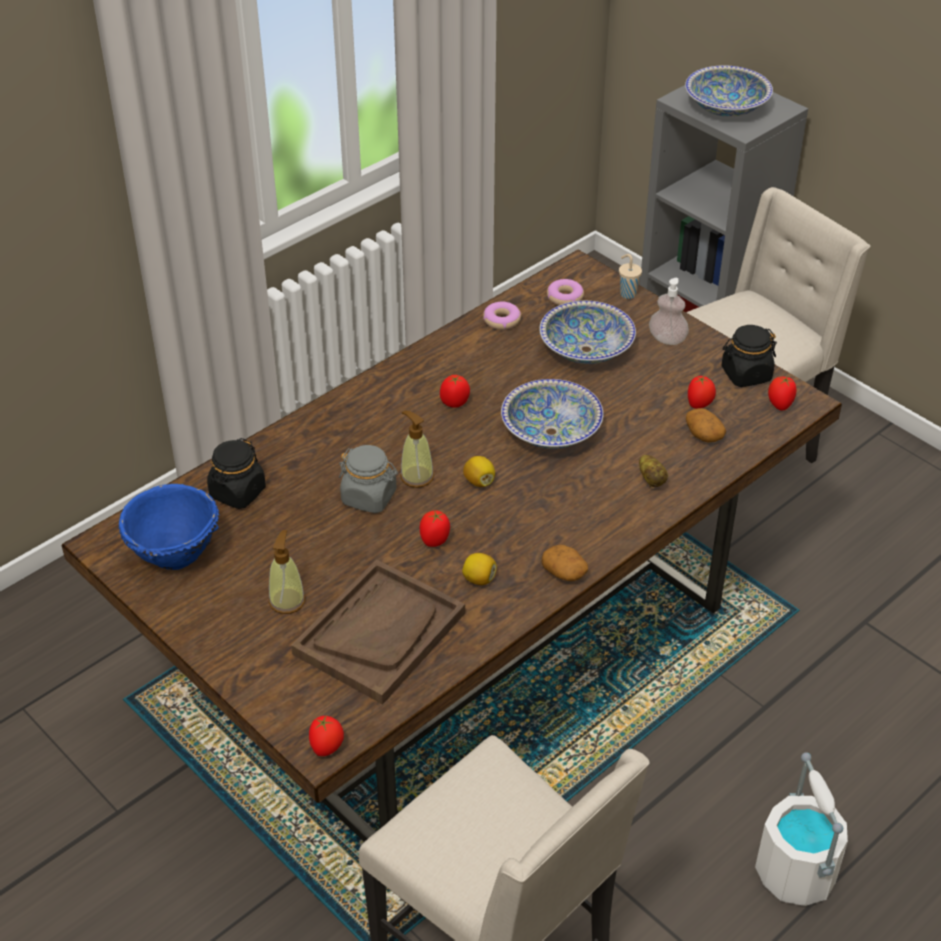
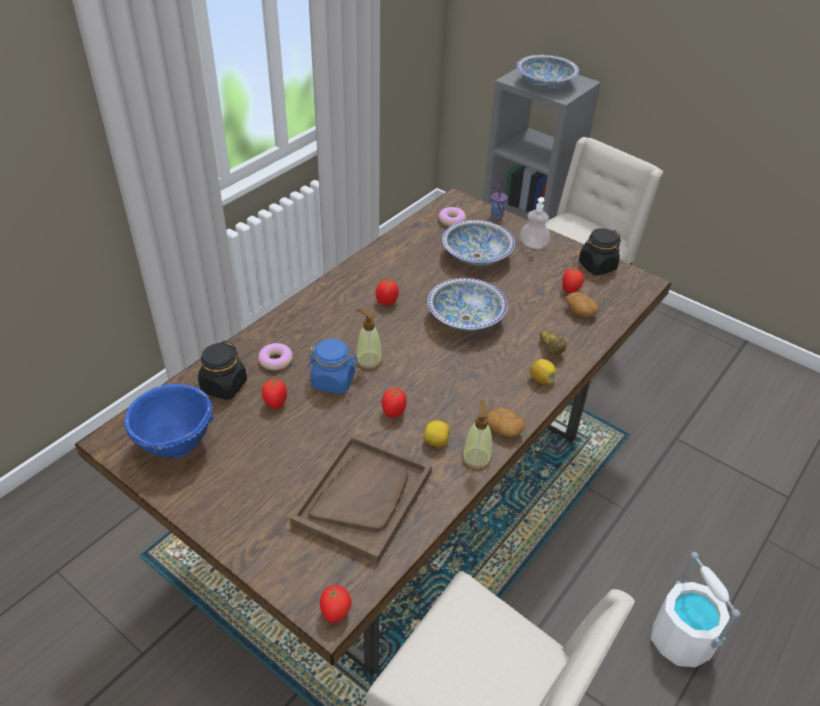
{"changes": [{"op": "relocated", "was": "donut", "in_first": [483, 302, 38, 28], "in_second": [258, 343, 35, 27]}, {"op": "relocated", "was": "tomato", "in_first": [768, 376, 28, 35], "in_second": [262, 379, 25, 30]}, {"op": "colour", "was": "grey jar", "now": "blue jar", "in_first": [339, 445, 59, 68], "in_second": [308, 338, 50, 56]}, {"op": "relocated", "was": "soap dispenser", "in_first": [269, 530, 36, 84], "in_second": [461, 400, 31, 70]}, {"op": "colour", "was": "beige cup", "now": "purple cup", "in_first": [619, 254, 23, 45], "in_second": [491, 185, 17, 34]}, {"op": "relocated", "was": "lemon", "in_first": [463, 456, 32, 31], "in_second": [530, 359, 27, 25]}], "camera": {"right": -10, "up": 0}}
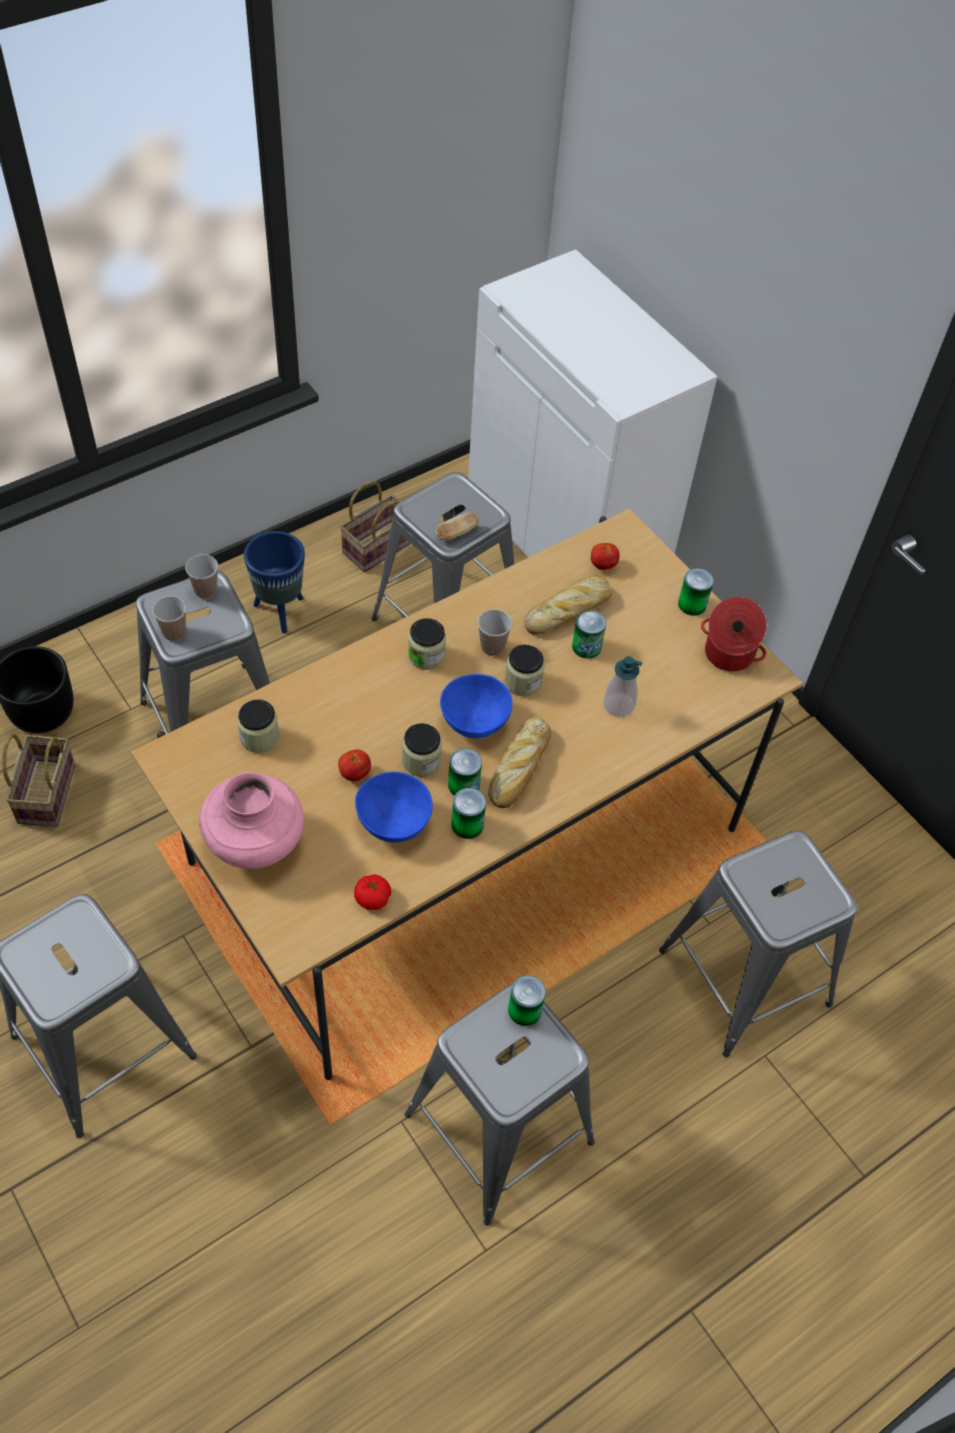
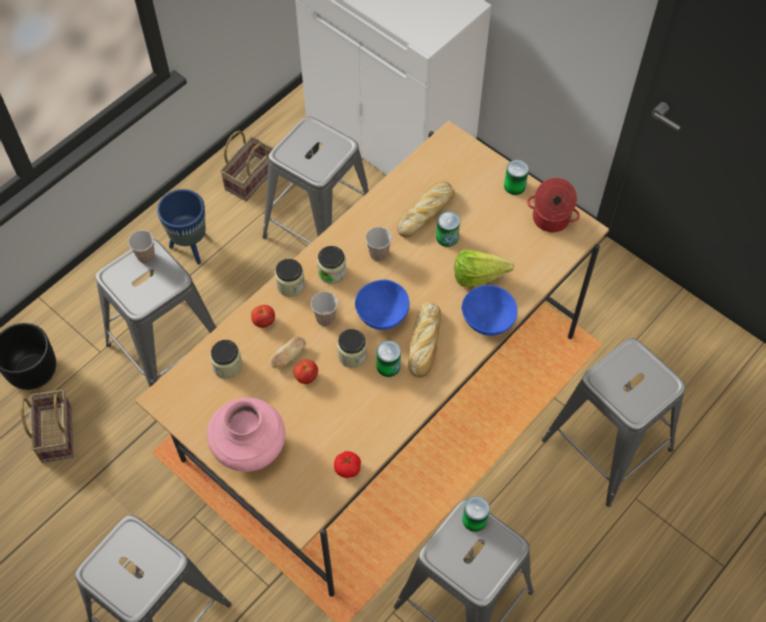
{"changes": [{"op": "relocated", "was": "tomato", "in_first": [591, 543, 29, 27], "in_second": [251, 305, 24, 23]}, {"op": "relocated", "was": "bread", "in_first": [435, 512, 45, 28], "in_second": [270, 336, 36, 33]}, {"op": "relocated", "was": "jar", "in_first": [505, 644, 40, 52], "in_second": [275, 259, 30, 38]}, {"op": "relocated", "was": "cup", "in_first": [152, 596, 34, 45], "in_second": [311, 291, 27, 35]}, {"op": "exchanged", "was": "soap dispenser", "now": "lettuce", "in_first": [604, 656, 38, 61], "in_second": [455, 250, 59, 37]}, {"op": "relocated", "was": "blue bowl", "in_first": [355, 772, 78, 70], "in_second": [462, 285, 56, 51]}, {"op": "missing", "was": "can", "in_first": [452, 788, 34, 51]}], "camera": {"right": -10, "up": 5}}
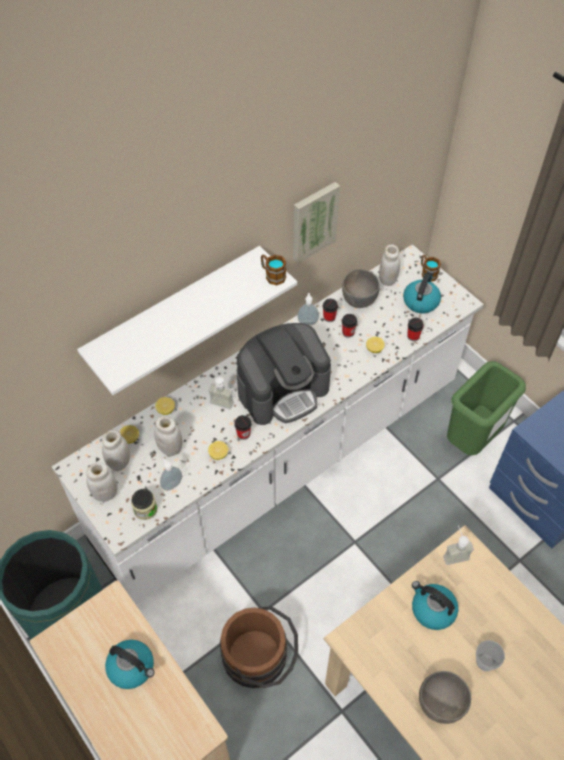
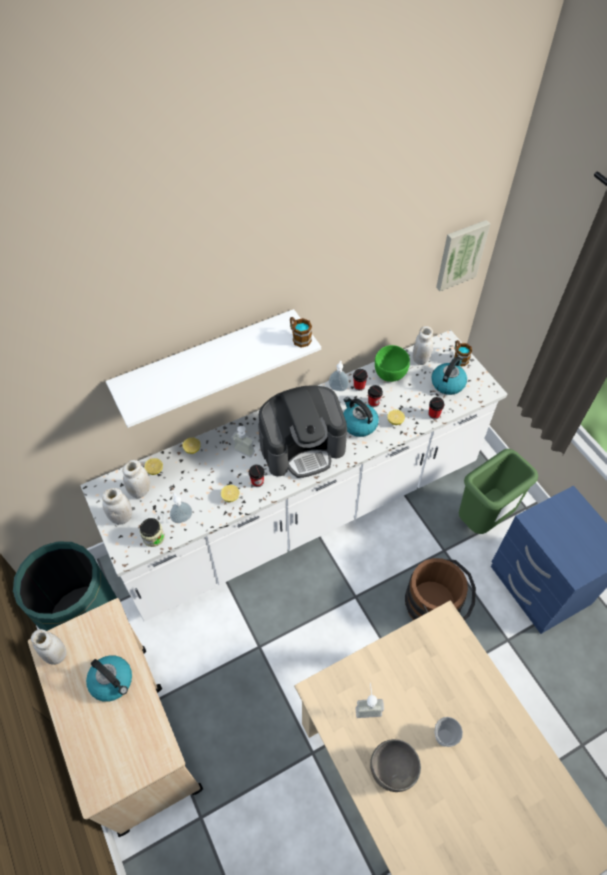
{"changes": [{"op": "relocated", "was": "white jar", "in_first": [154, 416, 29, 40], "in_second": [31, 629, 36, 36]}, {"op": "relocated", "was": "kettle", "in_first": [412, 581, 46, 49], "in_second": [343, 397, 36, 40]}, {"op": "relocated", "was": "soap dispenser", "in_first": [443, 526, 31, 39], "in_second": [356, 683, 28, 35]}, {"op": "colour", "was": "grey bowl", "now": "green bowl", "in_first": [342, 269, 38, 39], "in_second": [375, 345, 35, 37]}, {"op": "relocated", "was": "brown bucket", "in_first": [220, 606, 78, 82], "in_second": [405, 558, 71, 63]}, {"op": "relocated", "was": "picture", "in_first": [293, 182, 47, 82], "in_second": [436, 220, 54, 71]}], "camera": {"right": 10, "up": 0}}
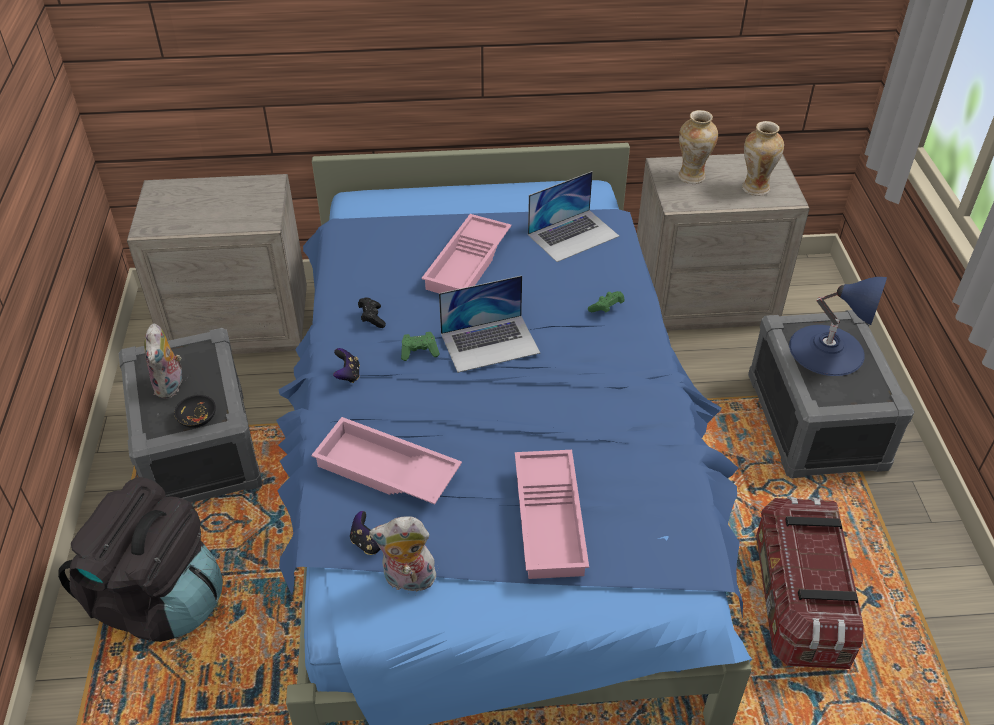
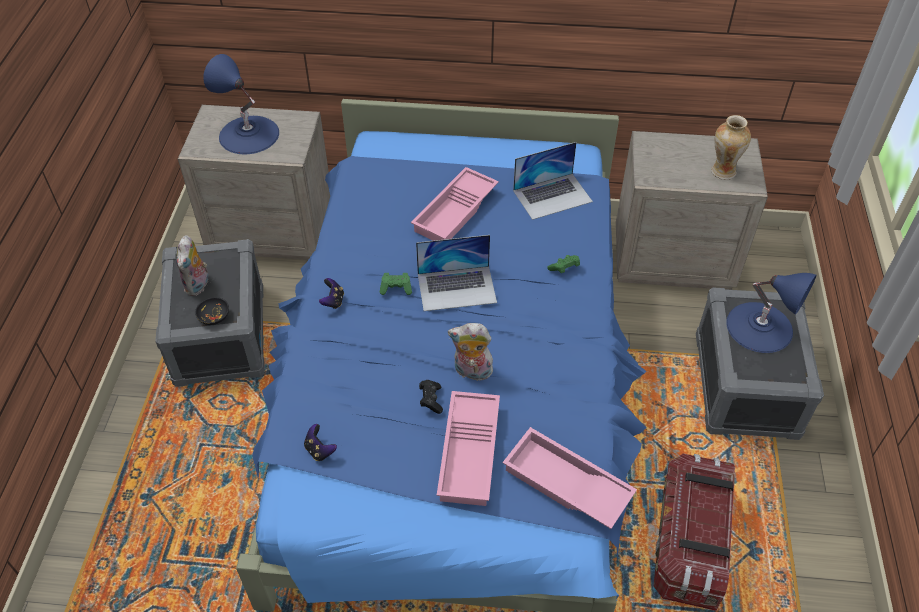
{"changes": [{"op": "appeared", "now": "blue table lamp", "in_second": [203, 54, 76, 100]}, {"op": "relocated", "was": "black game controller", "in_first": [358, 297, 28, 31], "in_second": [419, 380, 24, 34]}, {"op": "relocated", "was": "plush toy", "in_first": [369, 516, 71, 76], "in_second": [448, 323, 45, 58]}, {"op": "relocated", "was": "pink tray", "in_first": [311, 417, 151, 87], "in_second": [503, 427, 134, 102]}, {"op": "missing", "was": "black backpack", "in_first": [58, 477, 165, 165]}, {"op": "missing", "was": "vase", "in_first": [678, 110, 40, 74]}], "camera": {"right": 10, "up": 5}}
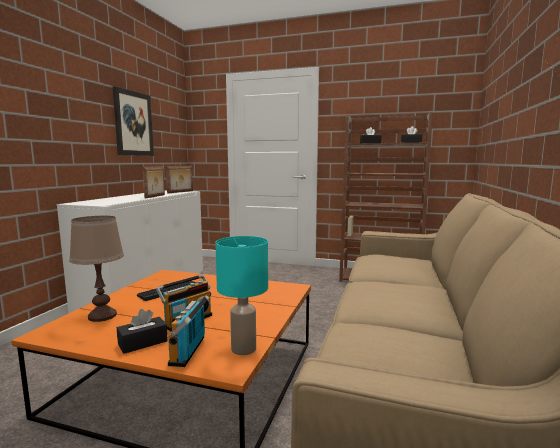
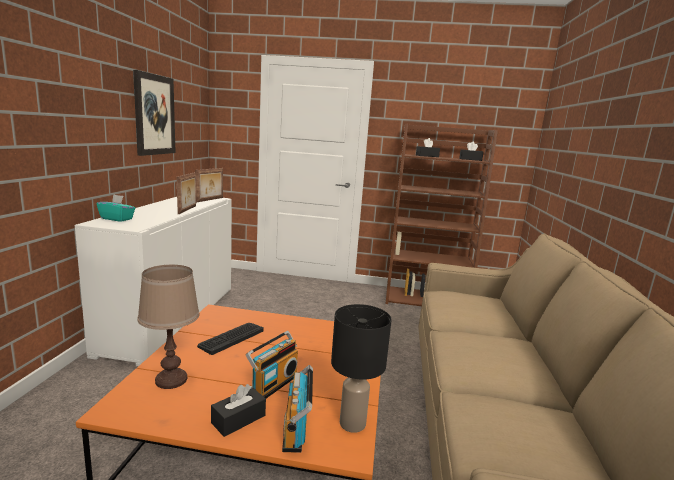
{"changes": [{"op": "appeared", "now": "turquoise tissue box", "in_second": [97, 194, 38, 28]}, {"op": "colour", "was": "turquoise table lamp", "now": "black table lamp", "in_first": [215, 236, 53, 119], "in_second": [331, 304, 61, 129]}], "camera": {"right": -10, "up": 5}}
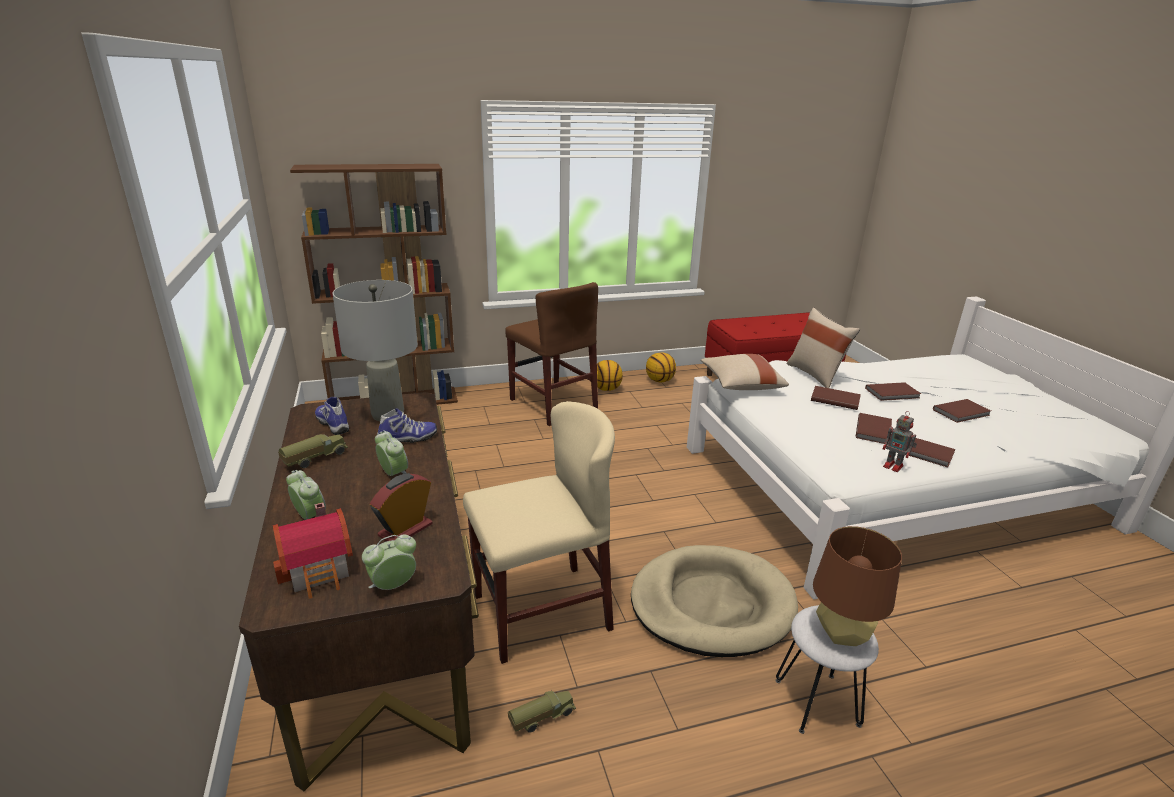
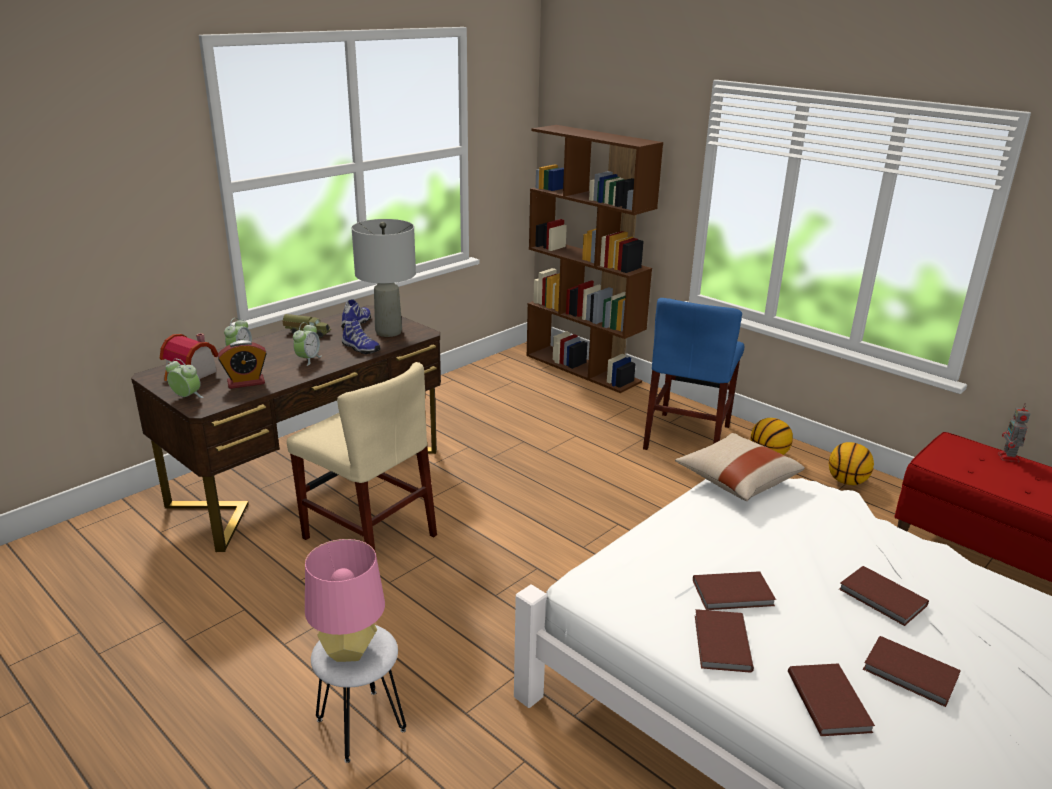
{"changes": [{"op": "spun", "was": "alarm clock", "in_first": [370, 473, 62, 69], "in_second": [218, 340, 49, 49], "clockwise": 150}, {"op": "colour", "was": "brown table lamp", "now": "pink table lamp", "in_first": [813, 526, 89, 120], "in_second": [305, 539, 80, 123]}, {"op": "colour", "was": "brown chair", "now": "blue chair", "in_first": [505, 282, 93, 144], "in_second": [643, 298, 101, 152]}, {"op": "relocated", "was": "brown book", "in_first": [811, 386, 50, 24], "in_second": [788, 663, 87, 73]}, {"op": "relocated", "was": "toy robot", "in_first": [883, 411, 34, 61], "in_second": [998, 403, 32, 59]}, {"op": "missing", "was": "toy truck", "in_first": [508, 690, 68, 43]}, {"op": "missing", "was": "beige dog bed", "in_first": [631, 545, 167, 112]}, {"op": "missing", "was": "beige pillow", "in_first": [787, 307, 73, 81]}], "camera": {"right": 60, "up": 0}}
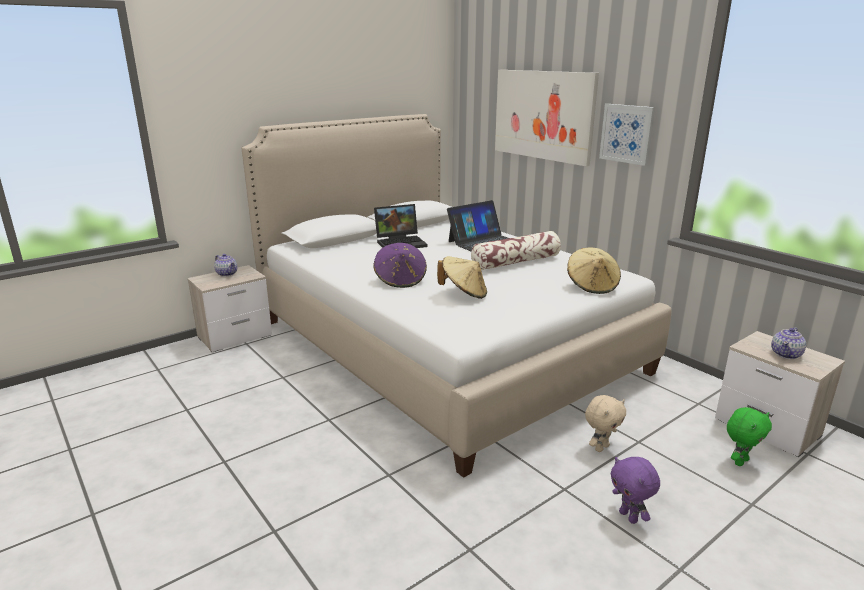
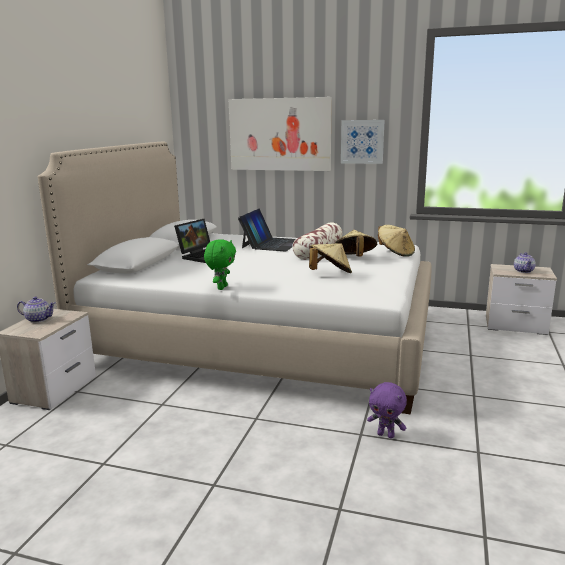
{"changes": [{"op": "relocated", "was": "green plush toy", "in_first": [727, 407, 45, 59], "in_second": [204, 239, 32, 51]}, {"op": "appeared", "now": "beige hat", "in_second": [334, 230, 43, 26]}, {"op": "relocated", "was": "purple plush toy", "in_first": [610, 457, 50, 67], "in_second": [367, 382, 40, 57]}, {"op": "missing", "was": "purple hat", "in_first": [373, 243, 54, 45]}, {"op": "missing", "was": "beige plush toy", "in_first": [585, 395, 41, 57]}], "camera": {"right": -35, "up": -5}}
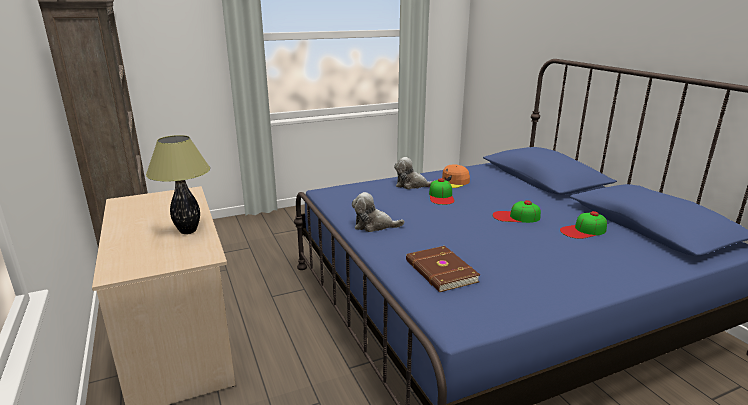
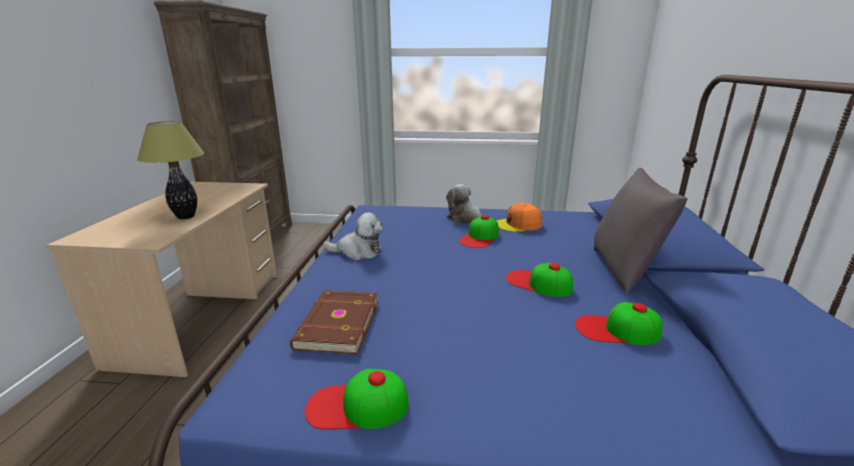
{"changes": [{"op": "appeared", "now": "cap", "in_second": [305, 369, 104, 61]}, {"op": "spun", "was": "plush toy", "in_first": [352, 192, 52, 40], "in_second": [323, 212, 60, 48], "clockwise": 150}, {"op": "appeared", "now": "grey pillow", "in_second": [594, 168, 94, 126]}], "camera": {"right": 30, "up": 0}}
